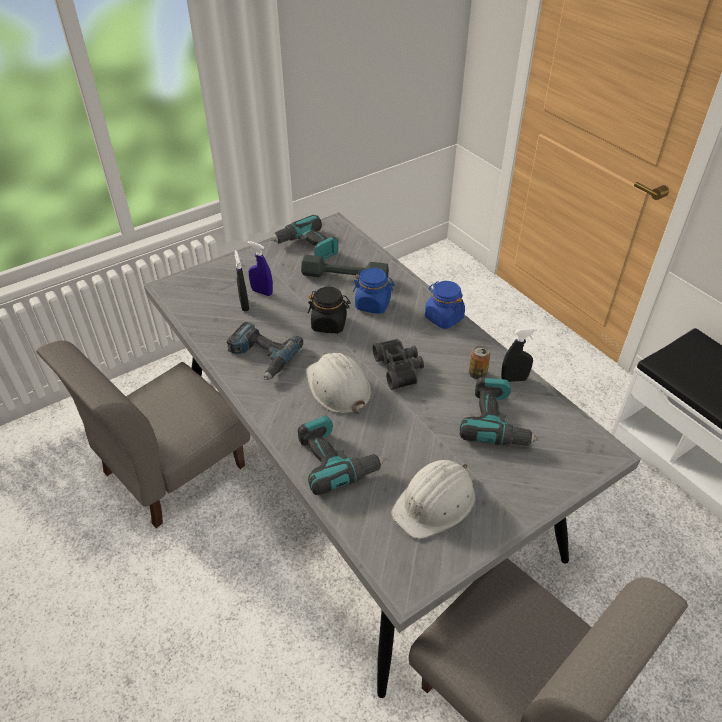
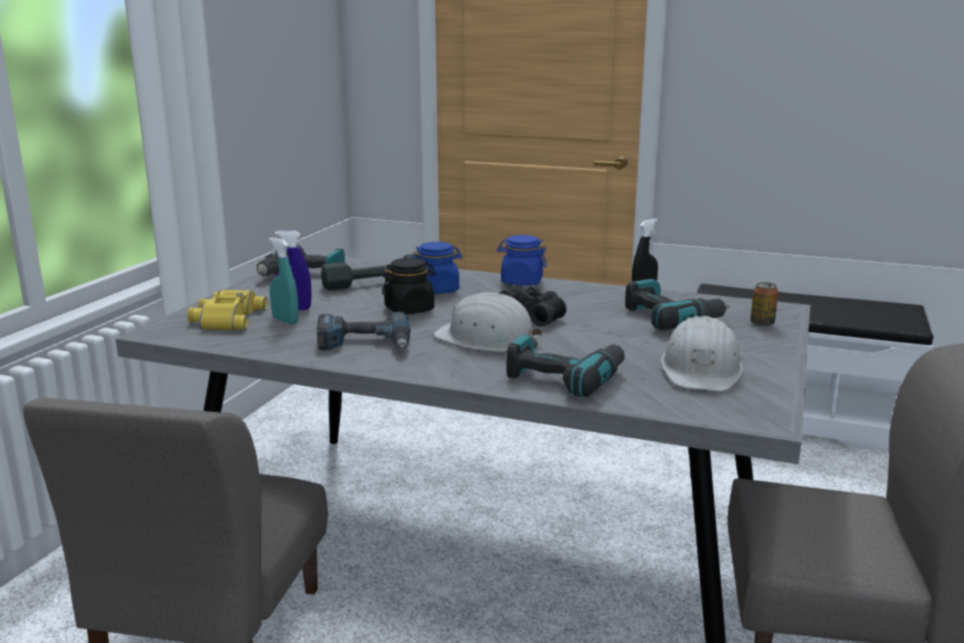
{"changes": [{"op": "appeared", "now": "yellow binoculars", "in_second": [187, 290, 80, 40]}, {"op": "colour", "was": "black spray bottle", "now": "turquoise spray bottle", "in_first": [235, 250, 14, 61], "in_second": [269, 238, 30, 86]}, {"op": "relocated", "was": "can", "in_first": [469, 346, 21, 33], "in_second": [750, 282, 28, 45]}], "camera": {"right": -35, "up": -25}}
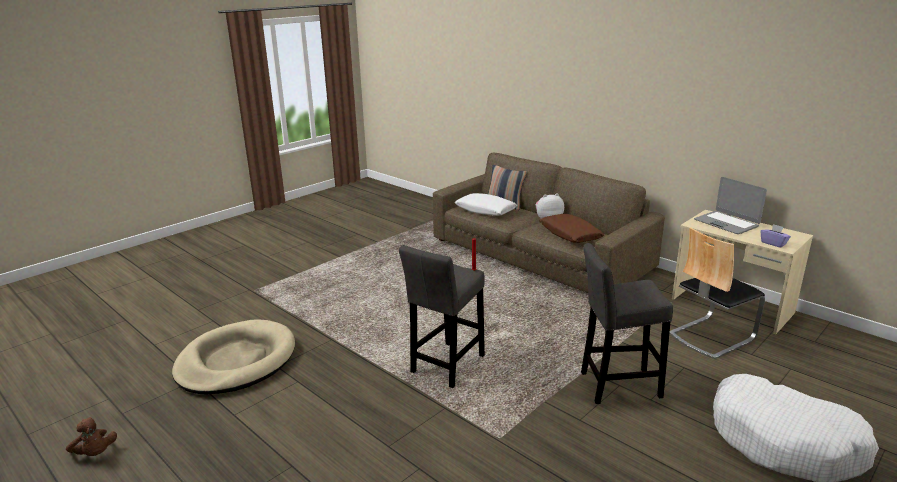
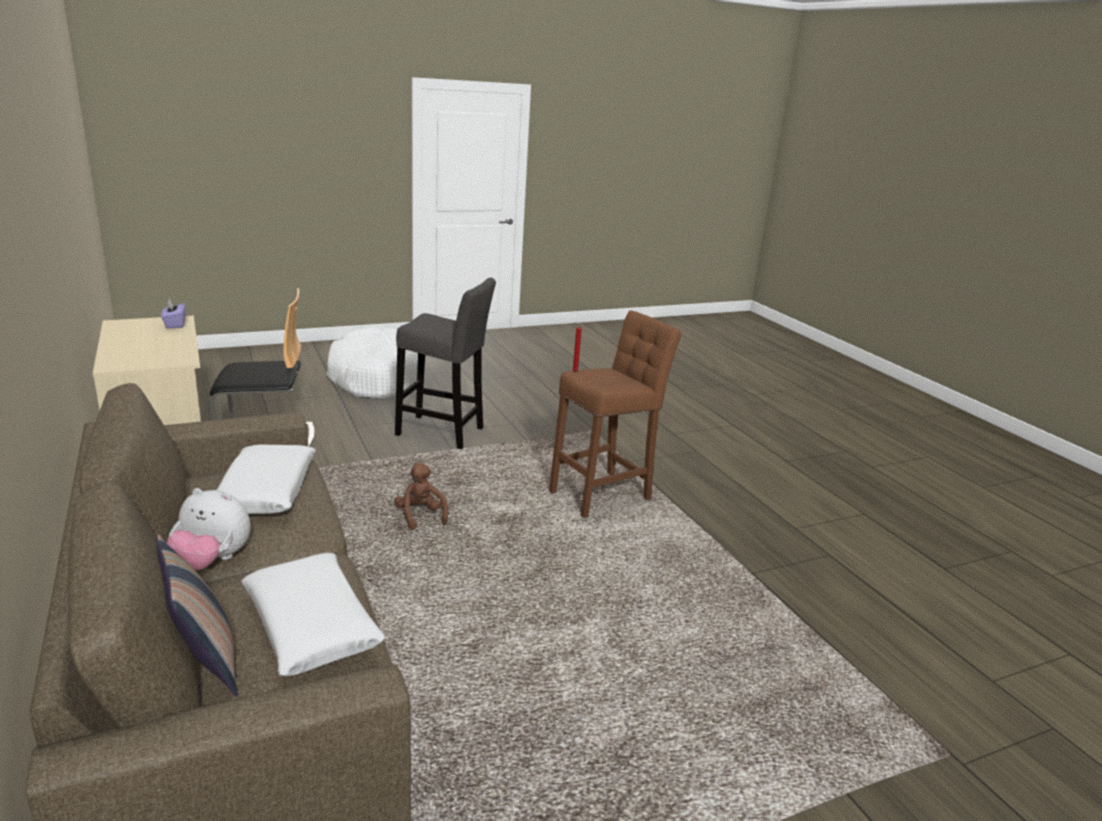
{"changes": [{"op": "colour", "was": "brown pillow", "now": "white pillow", "in_first": [539, 214, 65, 29], "in_second": [217, 445, 99, 69]}, {"op": "relocated", "was": "brown plush toy", "in_first": [66, 417, 51, 39], "in_second": [394, 463, 54, 67]}, {"op": "colour", "was": "grey stool", "now": "brown stool", "in_first": [399, 245, 86, 143], "in_second": [549, 310, 132, 208]}, {"op": "missing", "was": "beige dog bed", "in_first": [172, 319, 123, 75]}, {"op": "missing", "was": "laptop", "in_first": [694, 177, 73, 57]}], "camera": {"right": -160, "up": 0}}
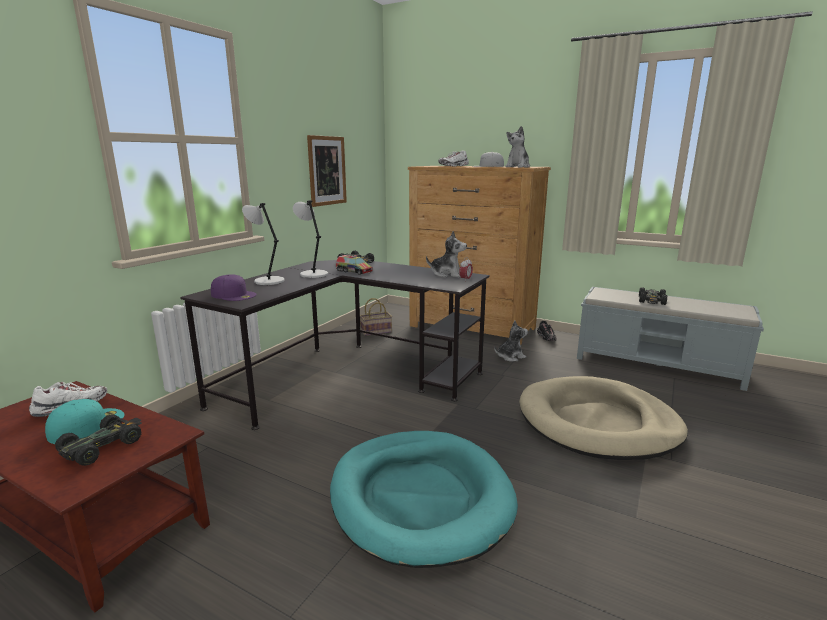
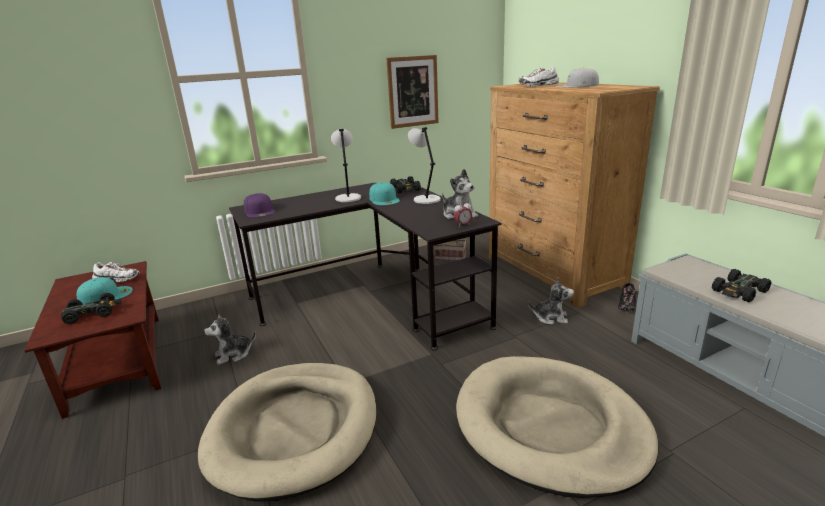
{"changes": [{"op": "colour", "was": "turquoise dog bed", "now": "beige dog bed", "in_first": [330, 431, 188, 137], "in_second": [198, 363, 179, 139]}, {"op": "relocated", "was": "plush toy", "in_first": [505, 126, 25, 41], "in_second": [204, 314, 52, 51]}, {"op": "exchanged", "was": "toy truck", "now": "turquoise cap", "in_first": [336, 255, 37, 20], "in_second": [369, 182, 31, 23]}, {"op": "relocated", "was": "grey table lamp", "in_first": [242, 203, 43, 82], "in_second": [408, 127, 33, 77]}], "camera": {"right": 35, "up": 5}}
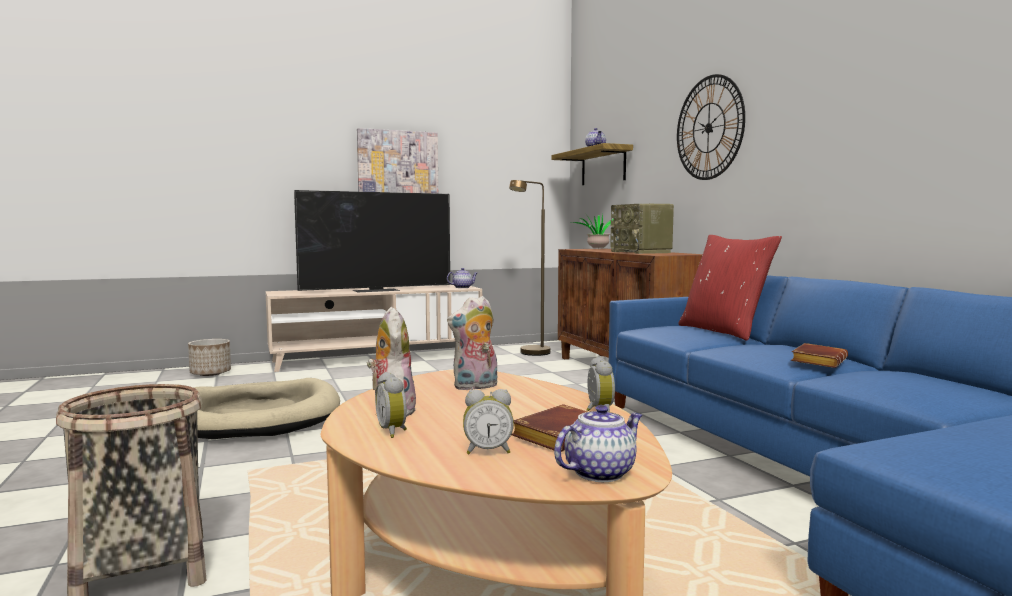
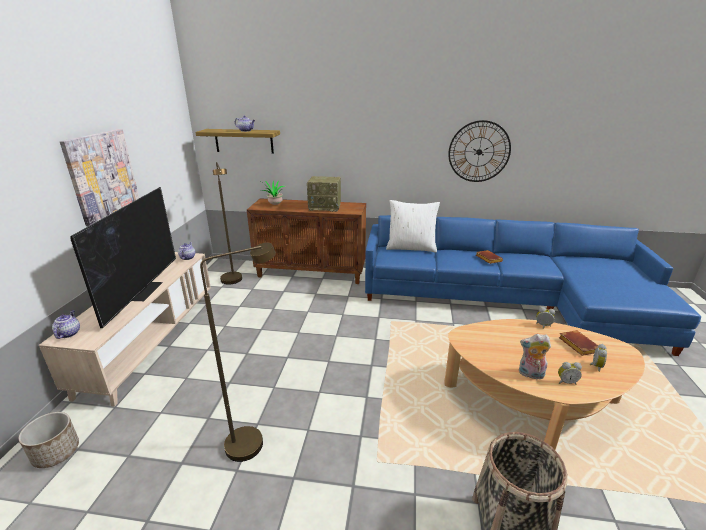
{"changes": [{"op": "relocated", "was": "teapot", "in_first": [554, 405, 88, 77], "in_second": [52, 310, 28, 29]}, {"op": "exchanged", "was": "beige dog bed", "now": "brown floor lamp", "in_first": [194, 378, 146, 61], "in_second": [200, 243, 76, 219]}, {"op": "colour", "was": "red pillow", "now": "white pillow", "in_first": [679, 235, 103, 106], "in_second": [386, 200, 54, 53]}, {"op": "relocated", "was": "wall clock", "in_first": [677, 74, 68, 106], "in_second": [448, 120, 63, 62]}, {"op": "missing", "was": "plush toy", "in_first": [447, 296, 50, 95]}], "camera": {"right": -60, "up": 20}}
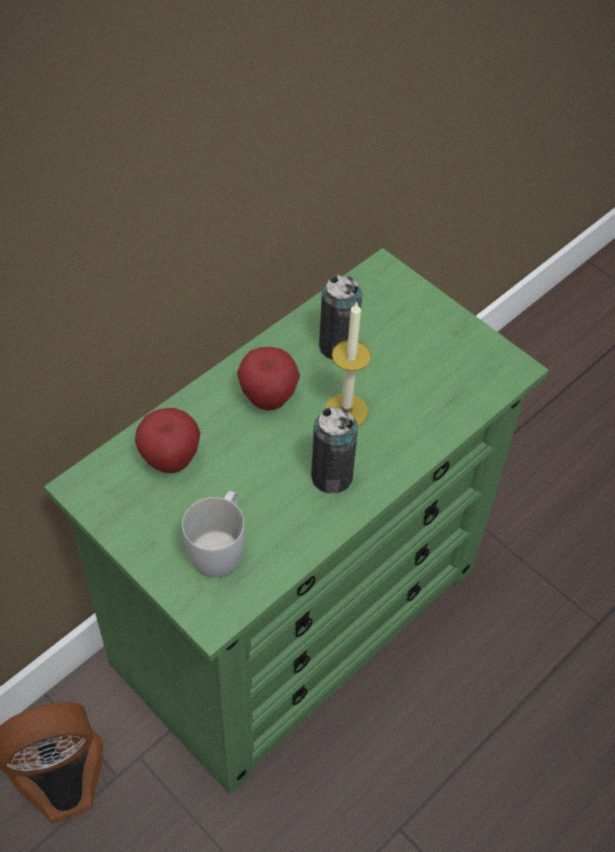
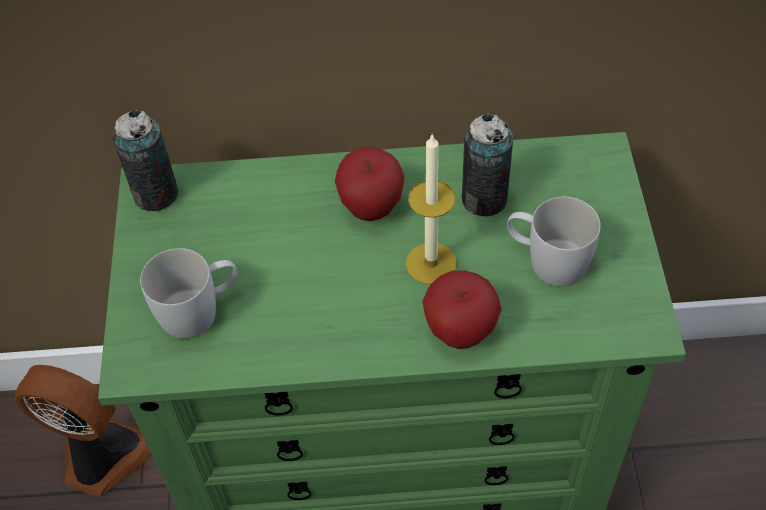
{"changes": [{"op": "relocated", "was": "can", "in_first": [311, 406, 47, 88], "in_second": [113, 110, 66, 101]}, {"op": "relocated", "was": "apple", "in_first": [135, 408, 65, 65], "in_second": [422, 270, 80, 79]}, {"op": "appeared", "now": "white mug", "in_second": [507, 197, 94, 89]}], "camera": {"right": 45, "up": 0}}
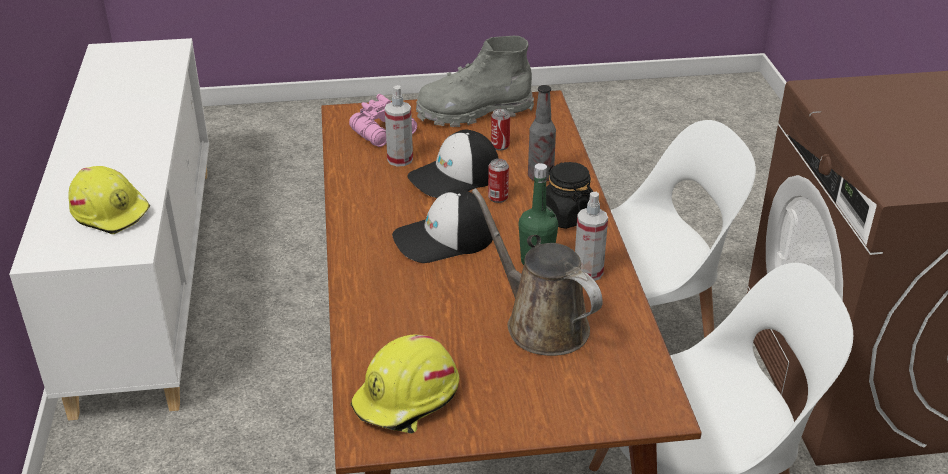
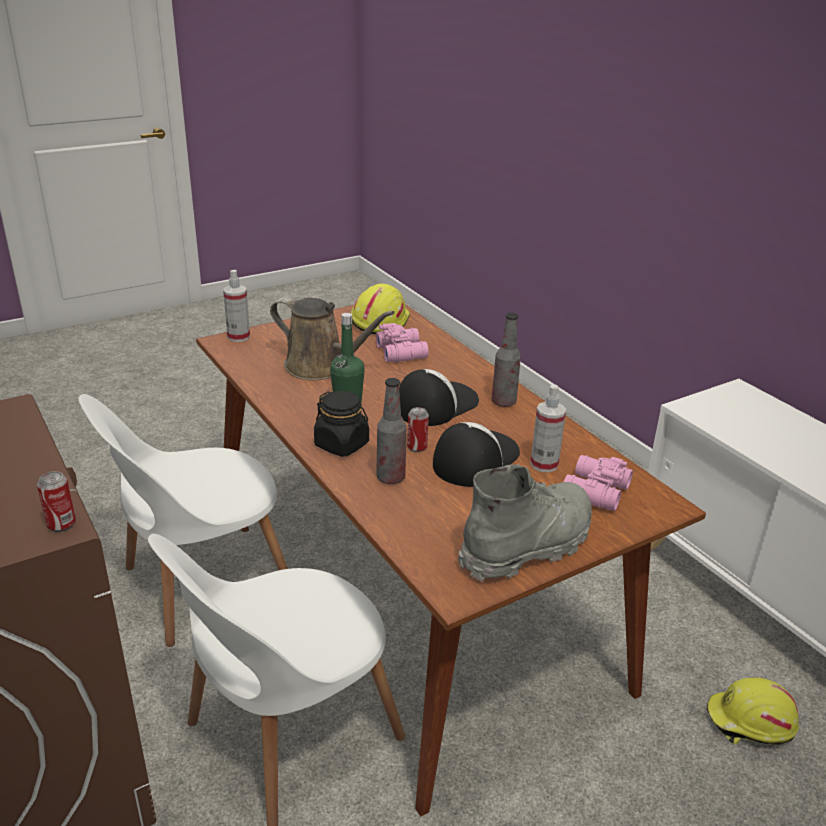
{"changes": [{"op": "relocated", "was": "can", "in_first": [491, 109, 19, 41], "in_second": [37, 471, 39, 61]}, {"op": "relocated", "was": "spray bottle", "in_first": [575, 192, 33, 89], "in_second": [223, 270, 27, 72]}, {"op": "appeared", "now": "pink binoculars", "in_second": [376, 323, 53, 39]}, {"op": "appeared", "now": "bottle", "in_second": [492, 313, 29, 94]}, {"op": "relocated", "was": "yellow hard hat", "in_first": [68, 166, 83, 68], "in_second": [706, 678, 93, 67]}], "camera": {"right": 155, "up": -5}}
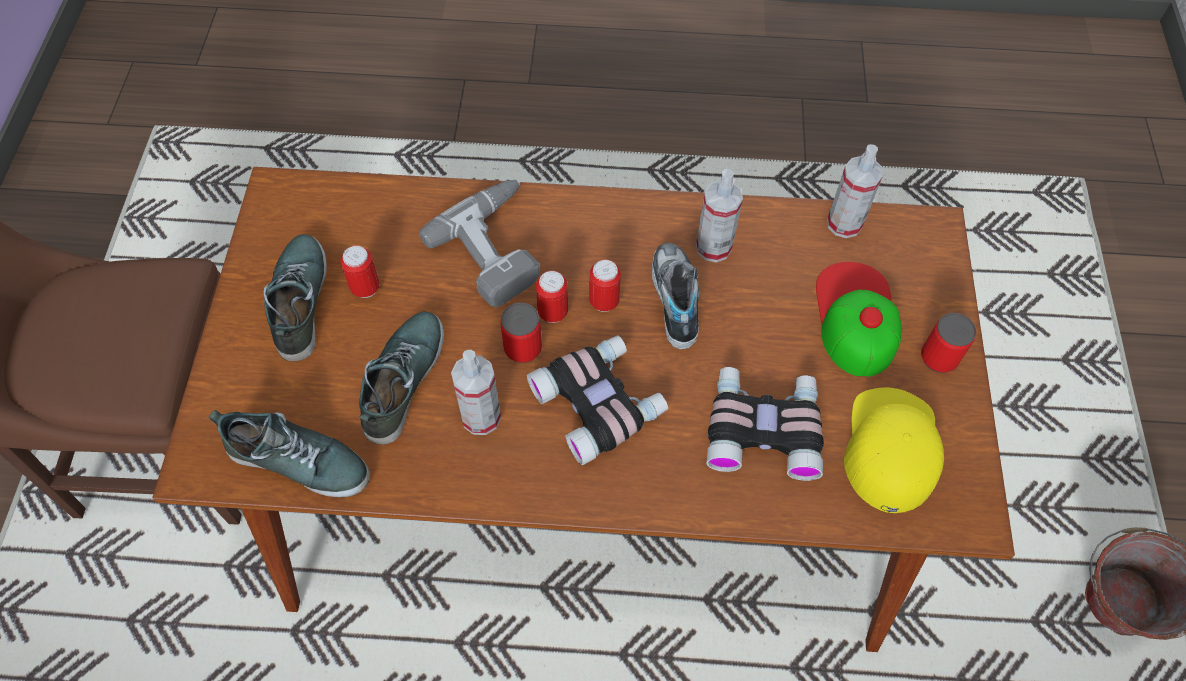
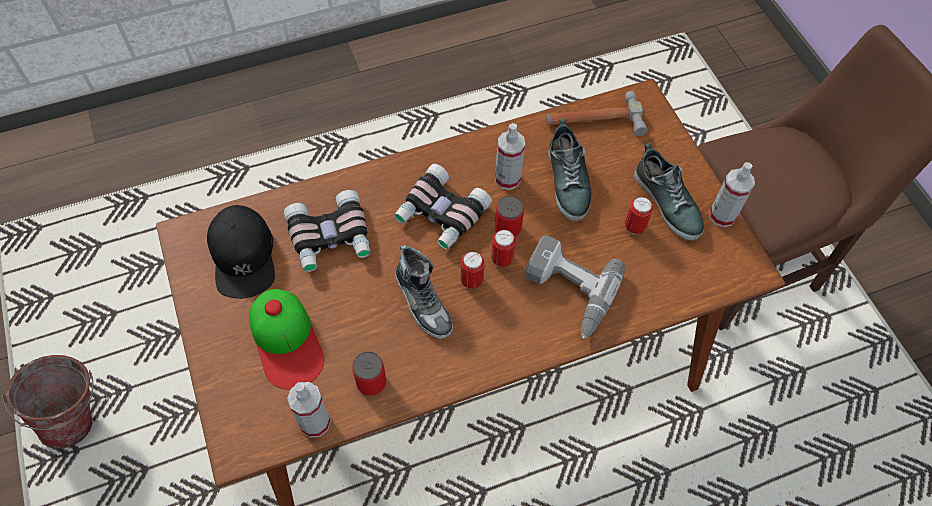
{"changes": [{"op": "colour", "was": "yellow cap", "now": "black cap", "in_first": [844, 387, 100, 126], "in_second": [207, 205, 68, 94]}, {"op": "relocated", "was": "can", "in_first": [921, 313, 55, 60], "in_second": [352, 352, 34, 43]}, {"op": "exchanged", "was": "shoe", "now": "hammer", "in_first": [209, 410, 161, 87], "in_second": [545, 91, 102, 45]}, {"op": "relocated", "was": "spray bottle", "in_first": [696, 169, 47, 94], "in_second": [709, 162, 46, 65]}], "camera": {"right": 155, "up": 0}}
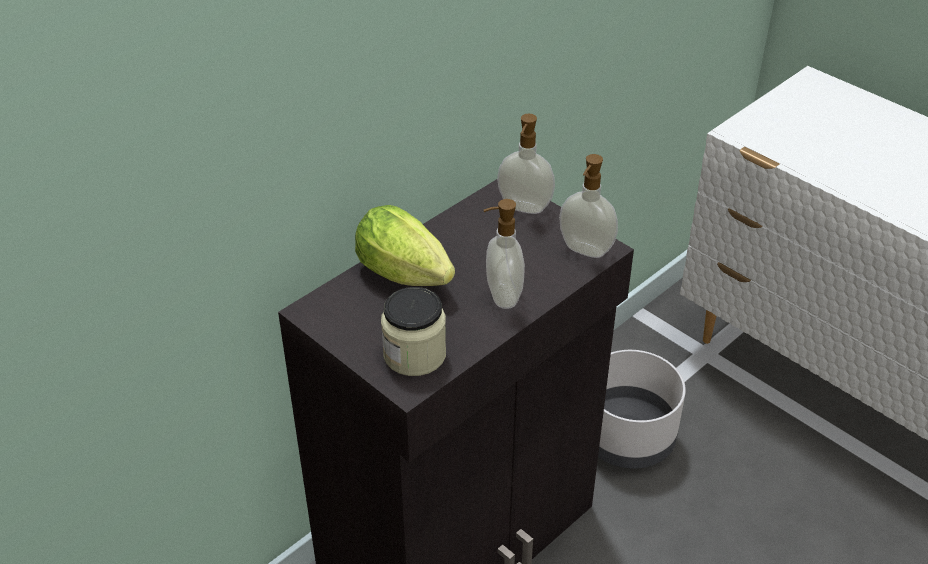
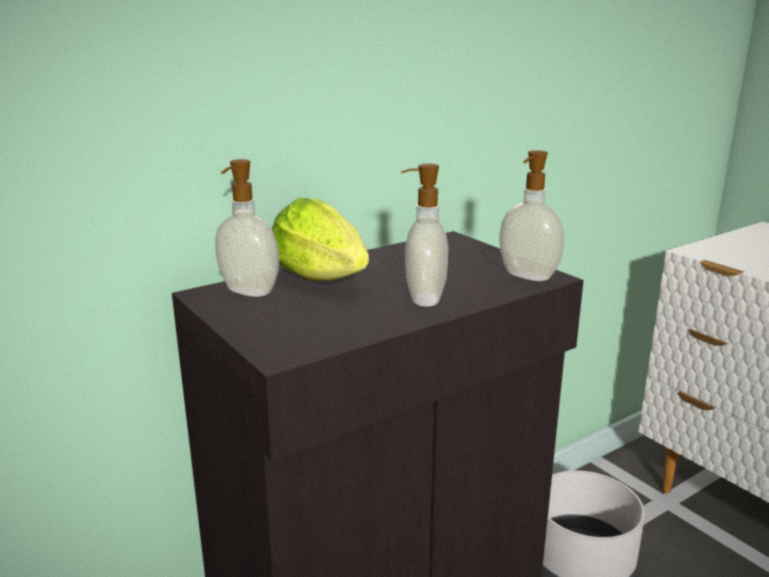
{"changes": [{"op": "relocated", "was": "soap dispenser", "in_first": [497, 114, 58, 100], "in_second": [215, 159, 64, 138]}, {"op": "missing", "was": "jar", "in_first": [381, 287, 65, 89]}], "camera": {"right": 10, "up": -20}}
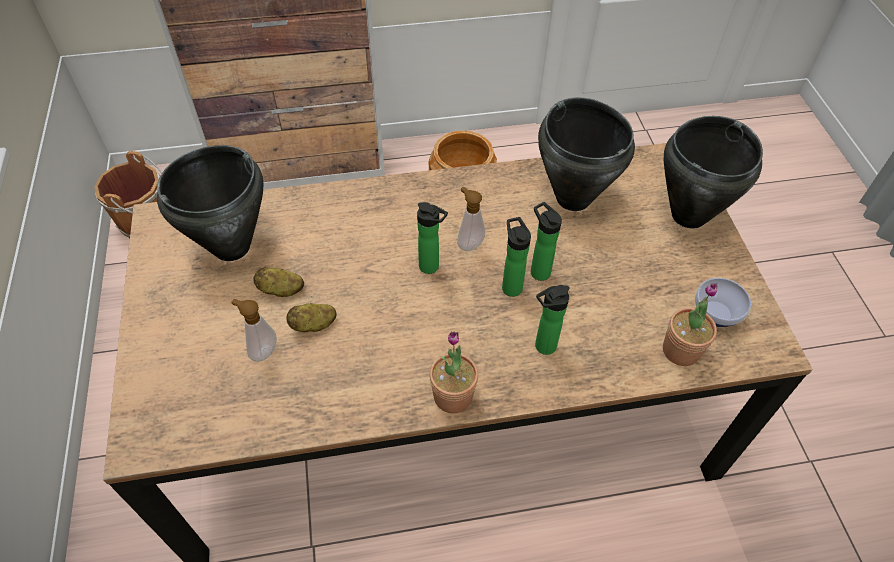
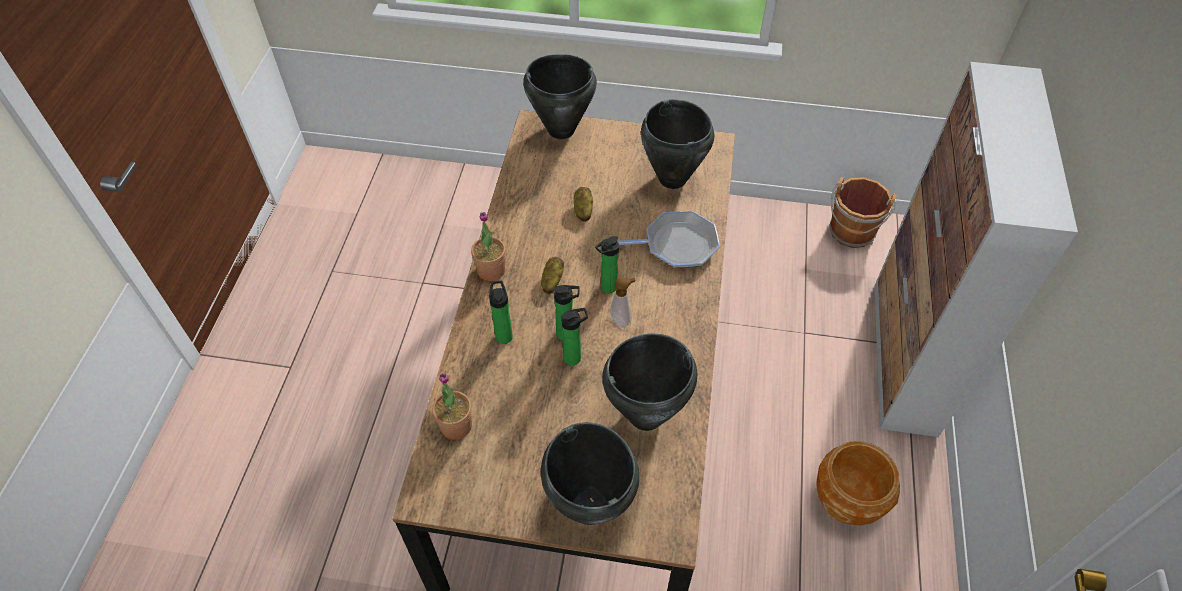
{"changes": [{"op": "appeared", "now": "black cooking pot", "in_second": [523, 54, 74, 85]}, {"op": "relocated", "was": "potato", "in_first": [253, 267, 51, 30], "in_second": [541, 257, 23, 37]}, {"op": "appeared", "now": "frying pan", "in_second": [617, 211, 103, 57]}, {"op": "missing", "was": "soap dispenser", "in_first": [232, 299, 45, 63]}, {"op": "missing", "was": "bowl", "in_first": [695, 278, 56, 49]}], "camera": {"right": 110, "up": 0}}
